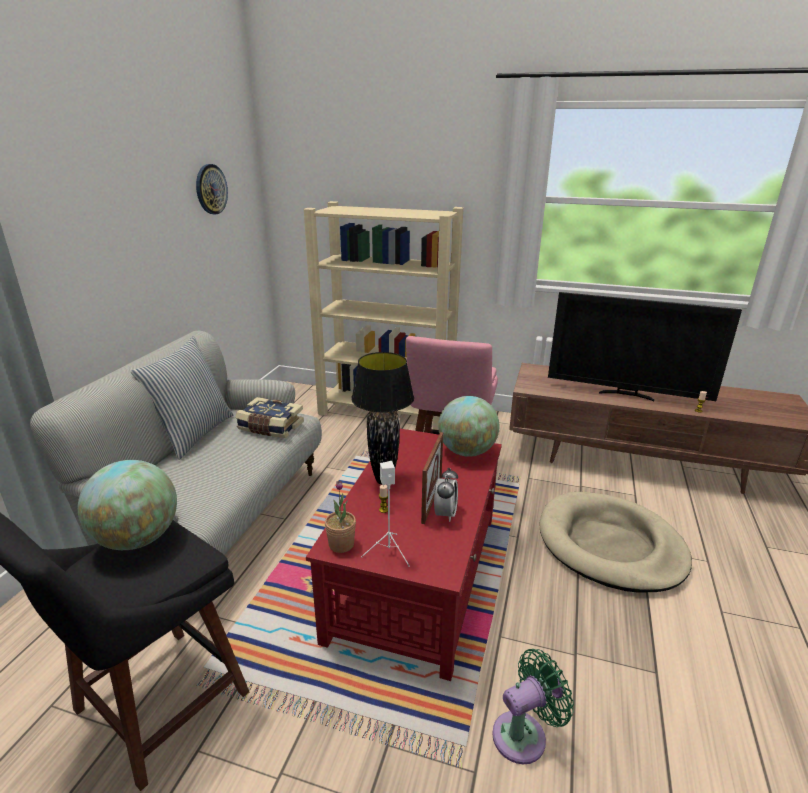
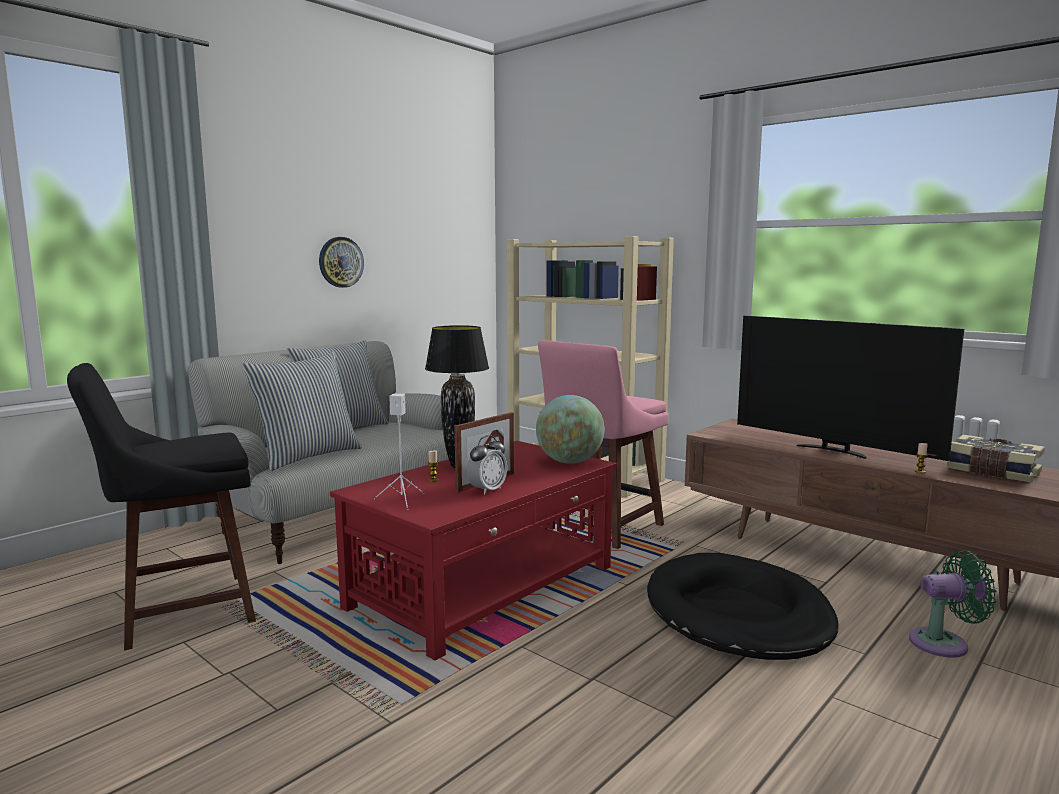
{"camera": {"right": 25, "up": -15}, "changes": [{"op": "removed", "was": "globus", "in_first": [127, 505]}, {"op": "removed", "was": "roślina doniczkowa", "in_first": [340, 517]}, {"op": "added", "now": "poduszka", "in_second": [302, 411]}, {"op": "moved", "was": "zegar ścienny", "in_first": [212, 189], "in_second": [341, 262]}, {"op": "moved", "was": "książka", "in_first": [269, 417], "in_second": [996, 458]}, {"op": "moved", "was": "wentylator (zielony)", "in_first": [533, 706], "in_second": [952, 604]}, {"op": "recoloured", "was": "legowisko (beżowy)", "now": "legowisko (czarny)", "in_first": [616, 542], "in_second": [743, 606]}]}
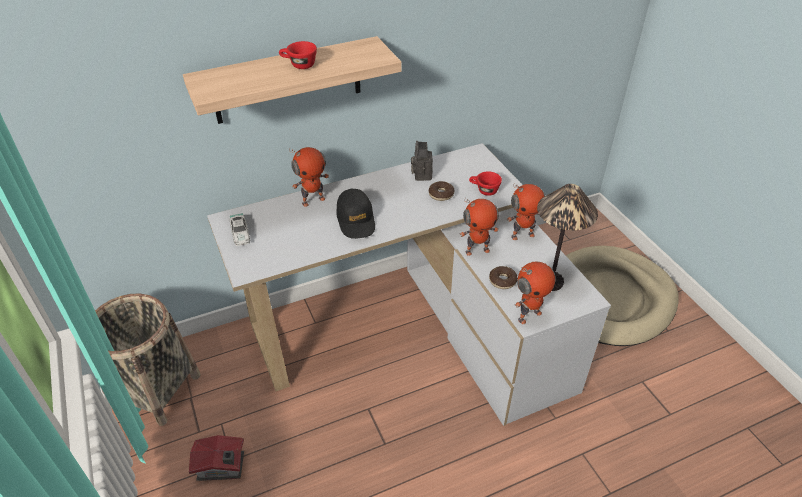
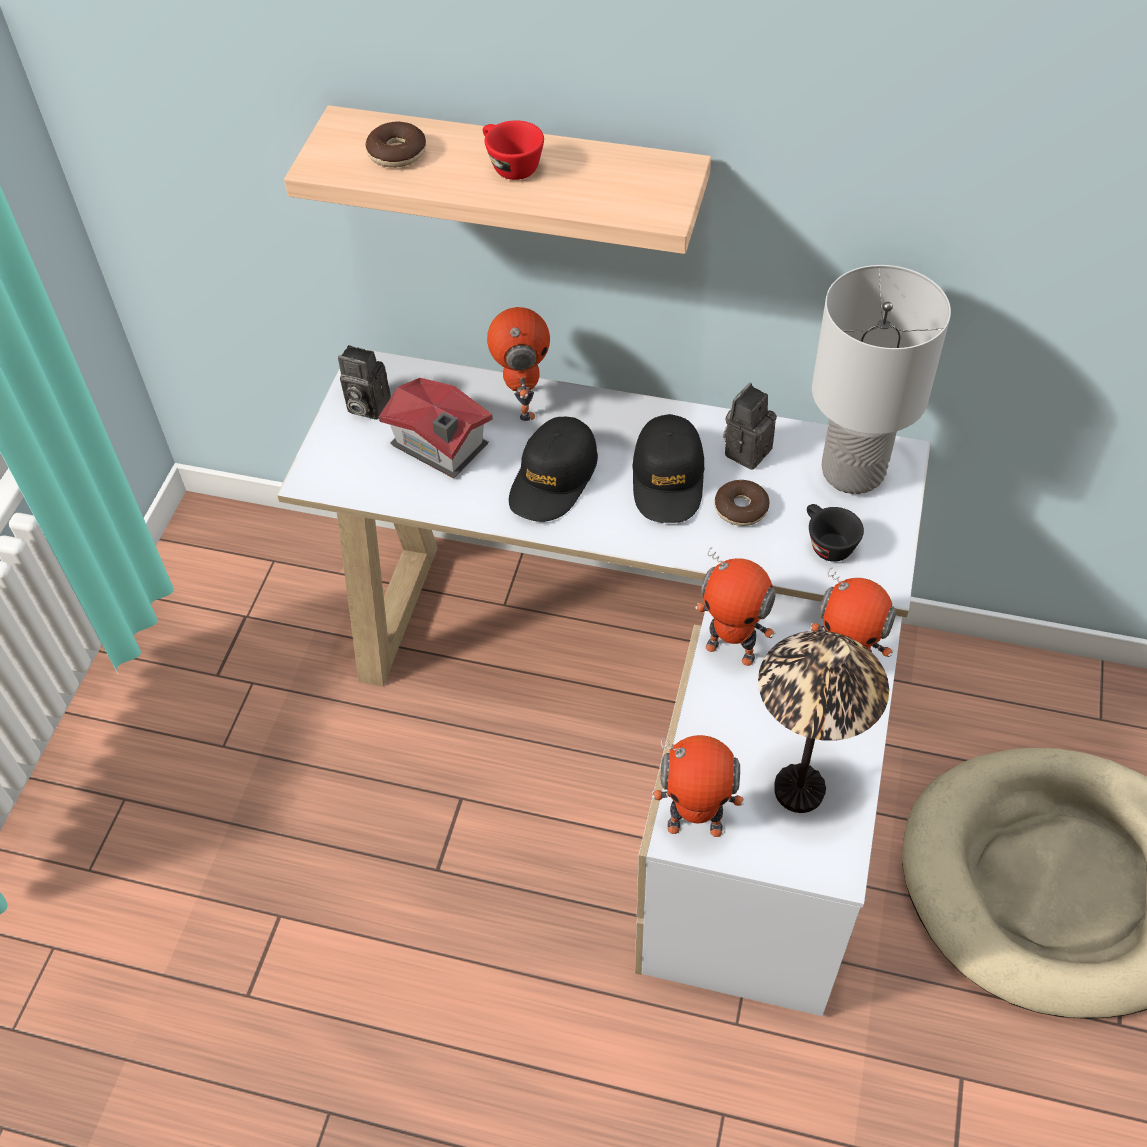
{"camera": {"right": 40, "up": 10}, "changes": [{"op": "removed", "was": "koszyk", "in_first": [148, 360]}, {"op": "added", "now": "czapka z daszkiem (czarny)", "in_second": [668, 468]}, {"op": "added", "now": "lampa stołowa (szary)", "in_second": [881, 379]}, {"op": "moved", "was": "domek", "in_first": [216, 458], "in_second": [436, 428]}, {"op": "moved", "was": "donut", "in_first": [503, 277], "in_second": [395, 145]}, {"op": "replaced", "was": "samochodzik", "now": "aparat fotograficzny", "in_first": [240, 229], "in_second": [364, 382]}, {"op": "recoloured", "was": "filiżanka (czerwony)", "now": "filiżanka (czarny)", "in_first": [485, 183], "in_second": [835, 533]}, {"op": "turned", "was": "robot zabawkowy", "in_first": [309, 177], "in_second": [518, 364], "clockwise": -105}]}
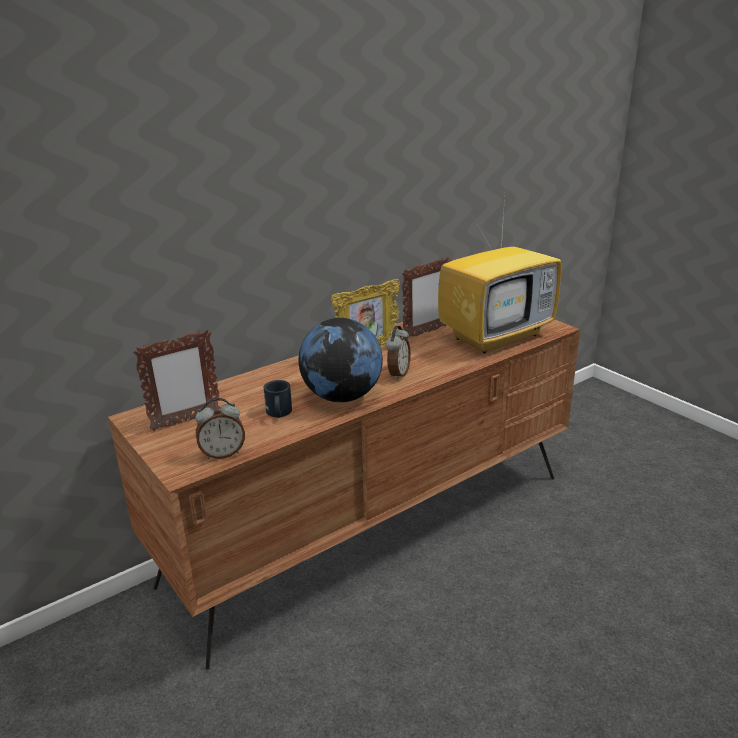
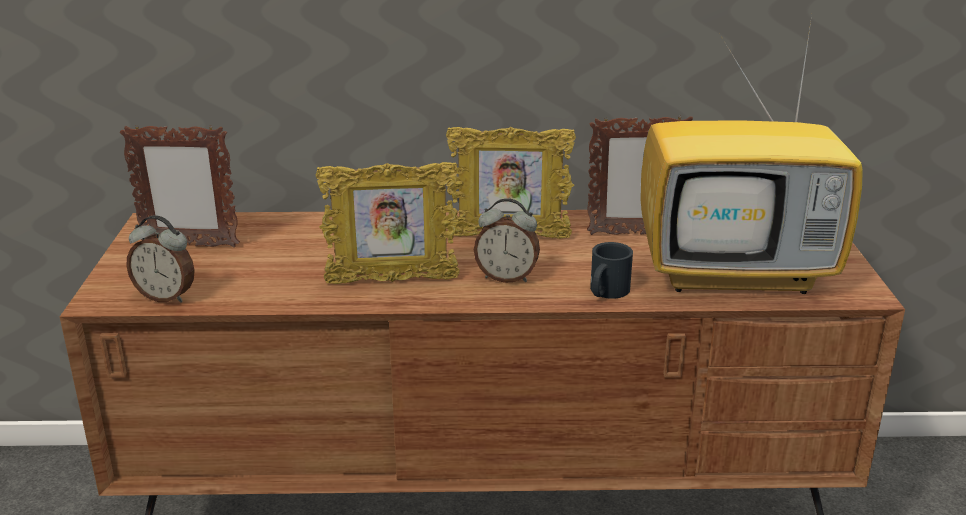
{"camera": {"right": 35, "up": 0}, "changes": [{"op": "moved", "was": "kubek (czarny)", "in_first": [278, 399], "in_second": [611, 270]}, {"op": "replaced", "was": "globus", "now": "ramka na zdjęcie", "in_first": [340, 360], "in_second": [388, 223]}, {"op": "turned", "was": "budzik", "in_first": [398, 353], "in_second": [507, 240], "clockwise": 45}]}
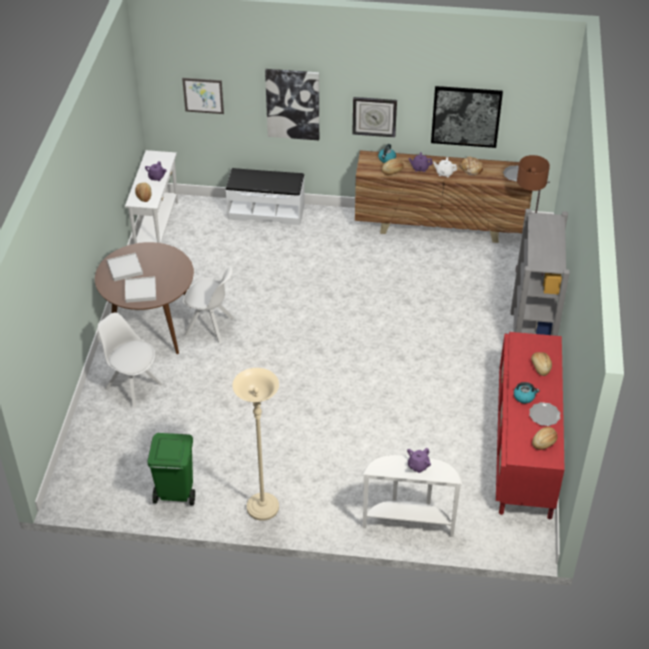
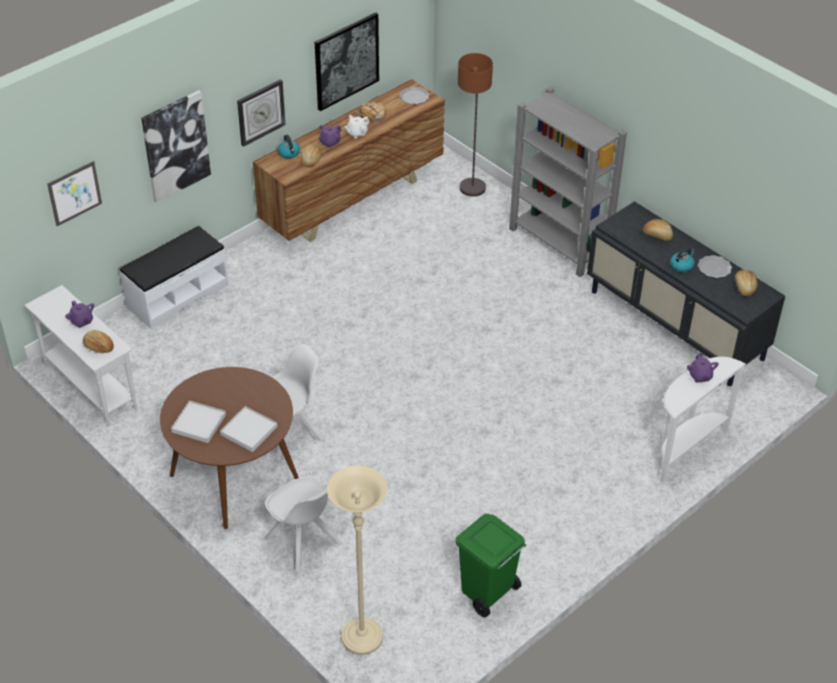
{"camera": {"right": -50, "up": 0}, "changes": [{"op": "moved", "was": "lampa stojąca (beżowy)", "in_first": [255, 444], "in_second": [357, 560]}, {"op": "recoloured", "was": "szafka (czerwony)", "now": "szafka (czarny)", "in_first": [530, 425], "in_second": [686, 293]}, {"op": "turned", "was": "krzesło (biały)", "in_first": [130, 360], "in_second": [303, 523], "clockwise": -120}]}
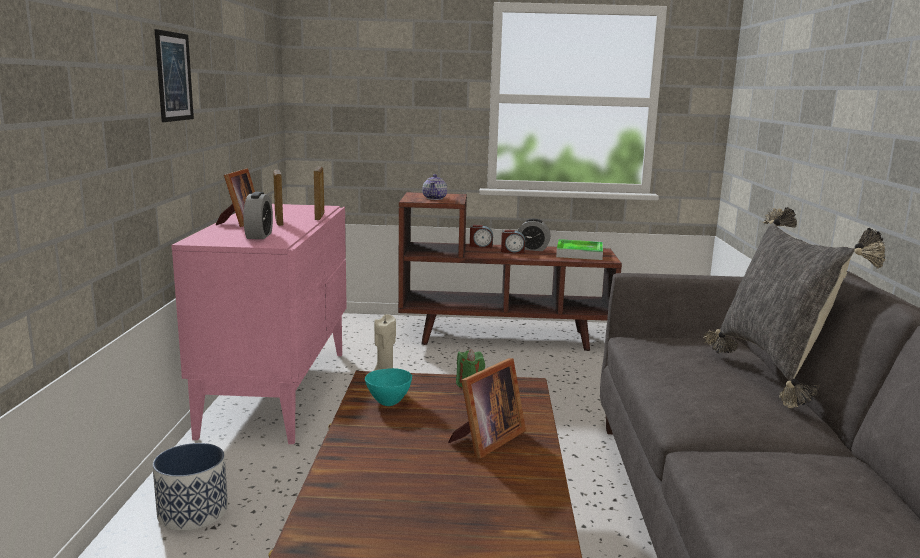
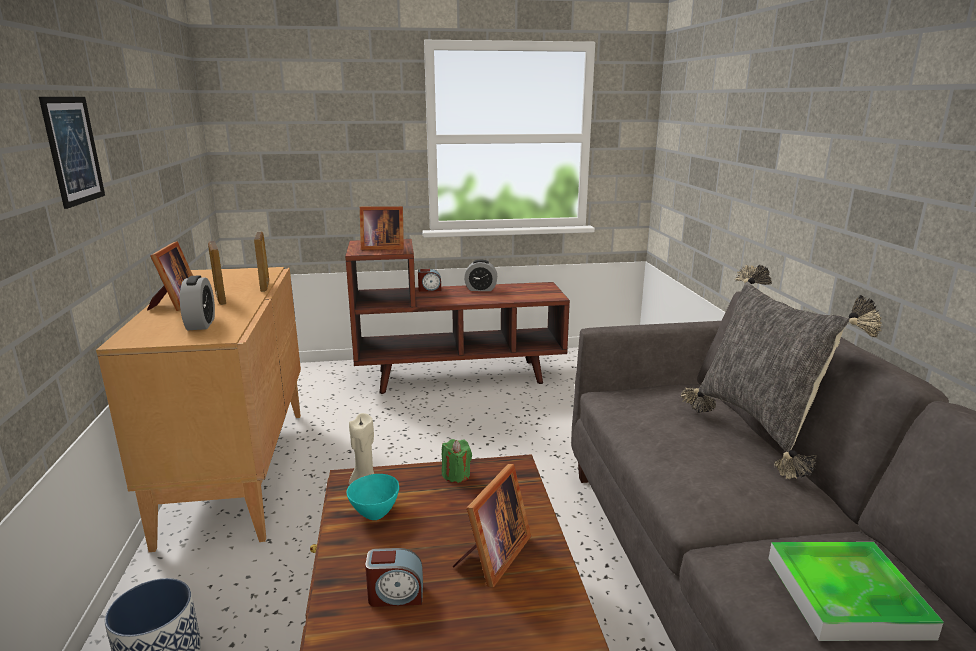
{"camera": {"right": -10, "up": 5}, "changes": [{"op": "moved", "was": "budzik", "in_first": [513, 242], "in_second": [394, 577]}, {"op": "moved", "was": "taca", "in_first": [579, 249], "in_second": [856, 591]}, {"op": "replaced", "was": "imbryk", "now": "ramka na zdjęcie", "in_first": [434, 187], "in_second": [382, 228]}, {"op": "recoloured", "was": "szafka (różowy)", "now": "szafka (brązowy)", "in_first": [259, 324], "in_second": [198, 409]}]}
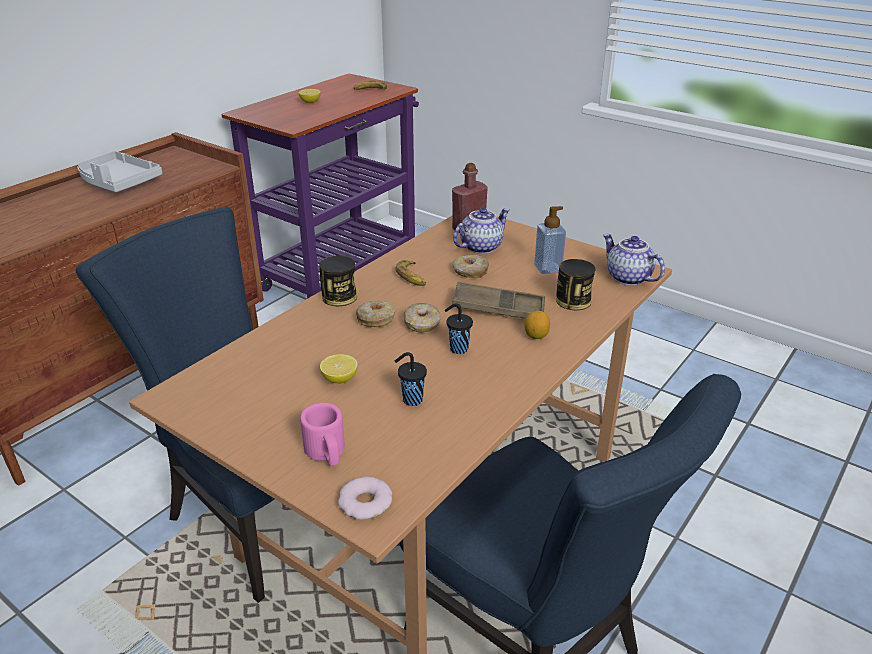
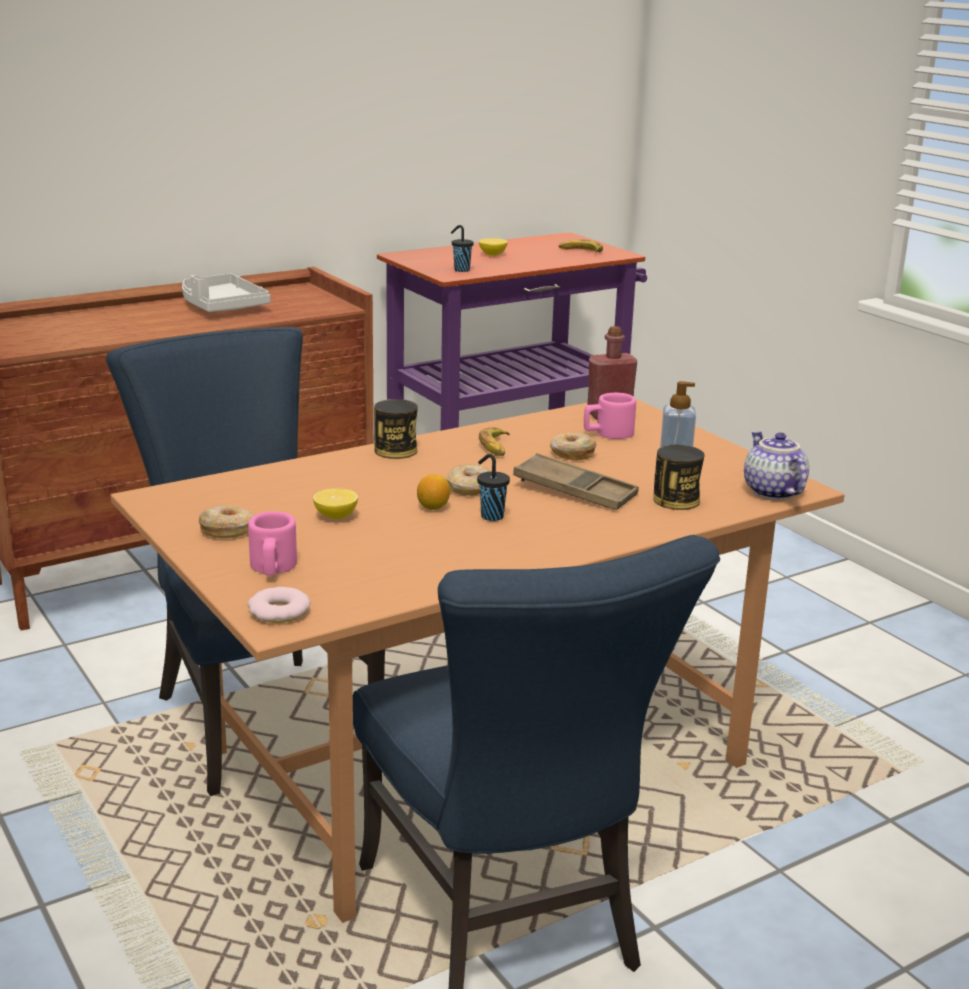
{"camera": {"right": 20, "up": -10}, "changes": [{"op": "moved", "was": "donut", "in_first": [375, 313], "in_second": [226, 522]}, {"op": "moved", "was": "filiżanka (czarny)", "in_first": [411, 379], "in_second": [462, 248]}, {"op": "moved", "was": "cytryna", "in_first": [537, 325], "in_second": [433, 492]}, {"op": "replaced", "was": "imbryk", "now": "kubek (różowy)", "in_first": [481, 231], "in_second": [610, 416]}]}
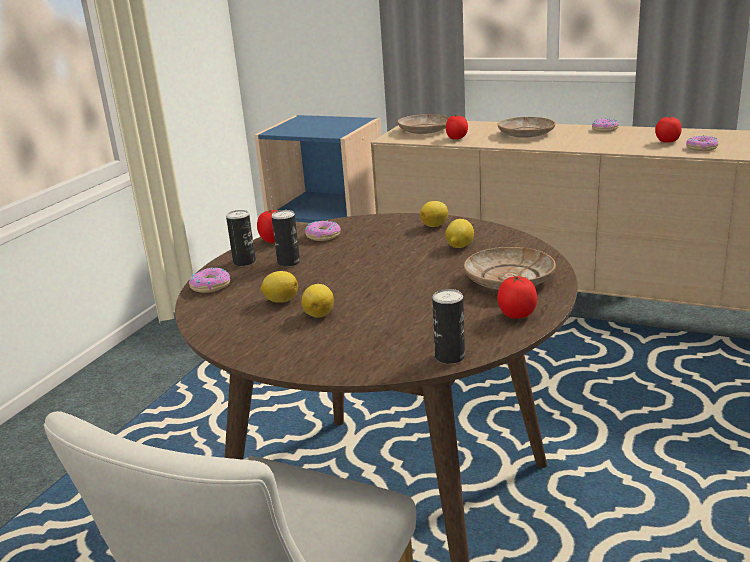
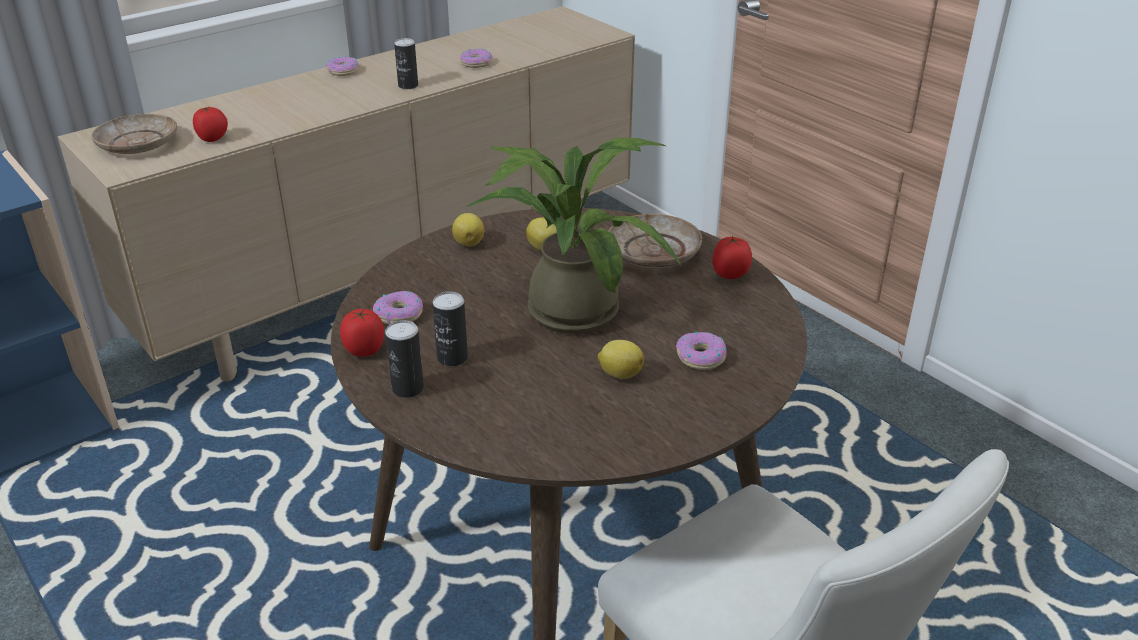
{"camera": {"right": -65, "up": 10}, "changes": [{"op": "removed", "was": "cytryna", "in_first": [279, 287]}, {"op": "removed", "was": "talerz (beżowy)", "in_first": [526, 127]}, {"op": "removed", "was": "pomidor", "in_first": [668, 129]}, {"op": "added", "now": "roślina doniczkowa", "in_second": [574, 236]}, {"op": "moved", "was": "donut", "in_first": [209, 280], "in_second": [701, 351]}, {"op": "moved", "was": "puszka", "in_first": [448, 326], "in_second": [406, 63]}]}
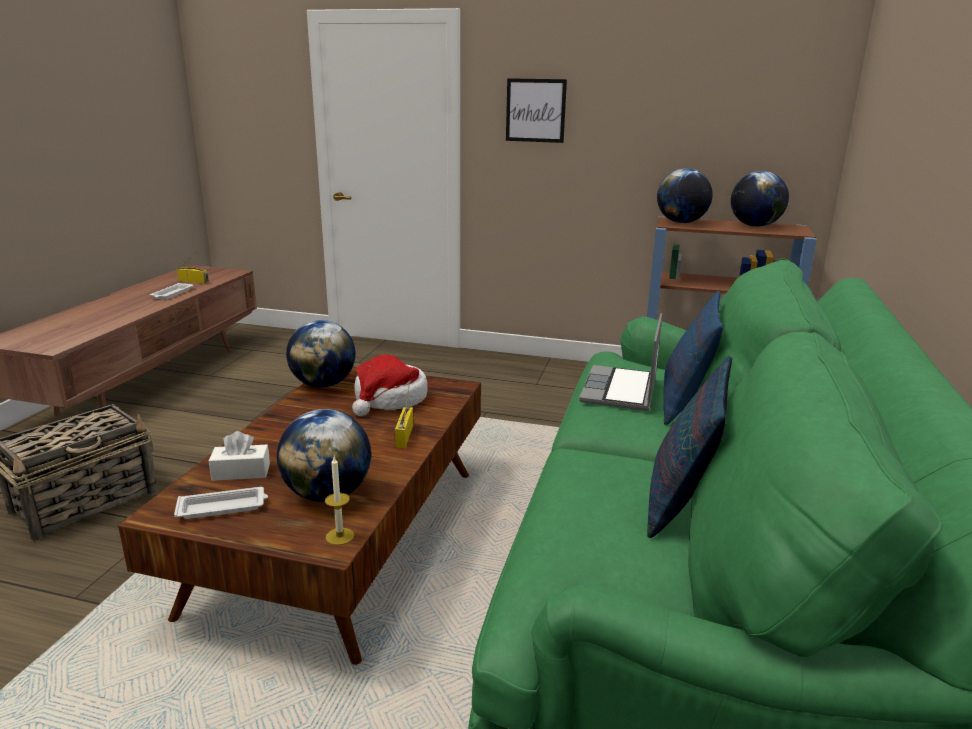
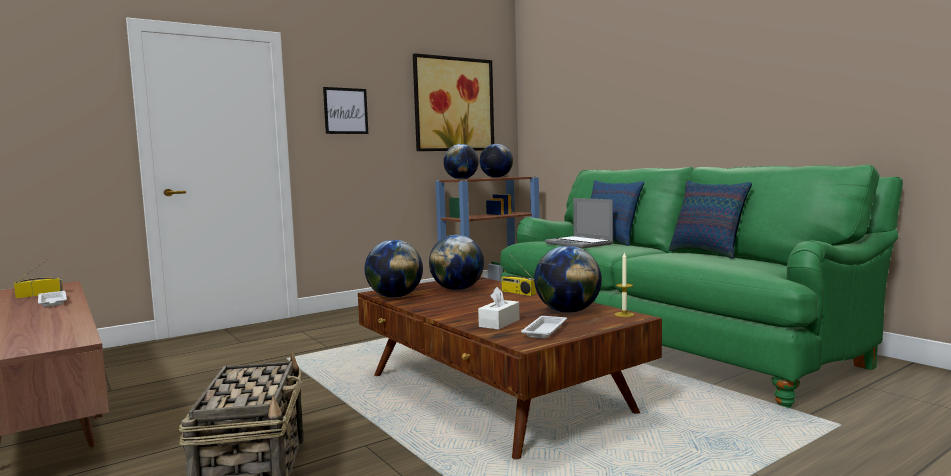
{"camera": {"right": -50, "up": -15}, "changes": [{"op": "added", "now": "obraz", "in_second": [453, 102]}, {"op": "replaced", "was": "kapelusz", "now": "globus", "in_first": [390, 385], "in_second": [456, 262]}]}
